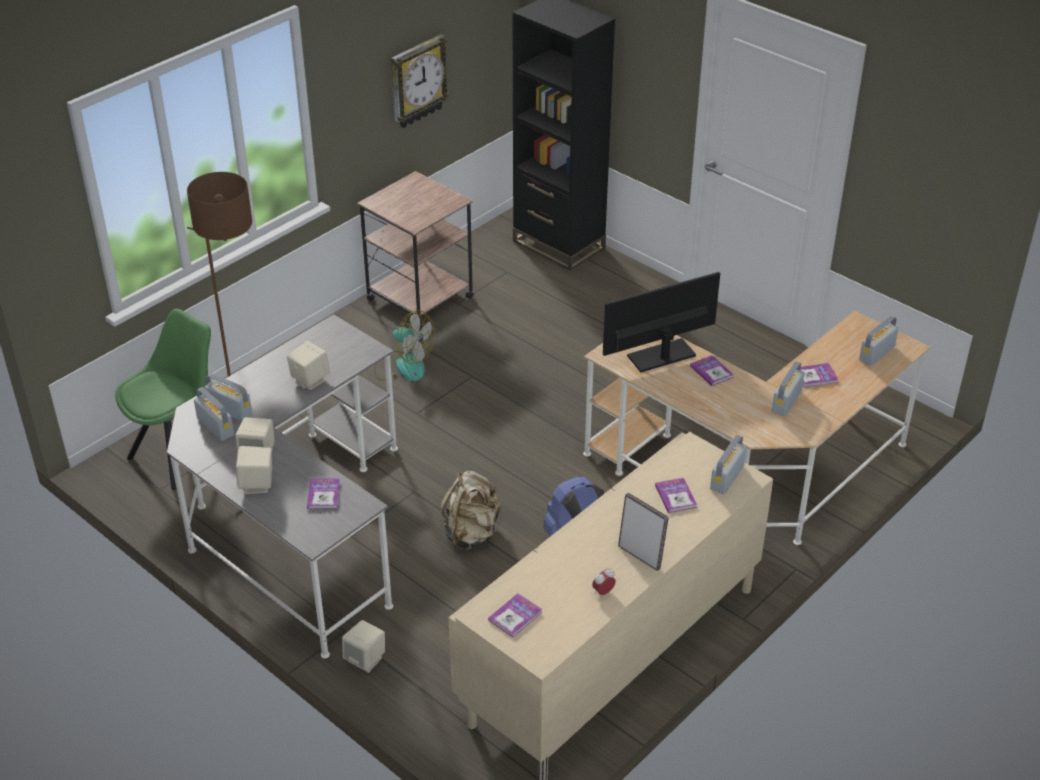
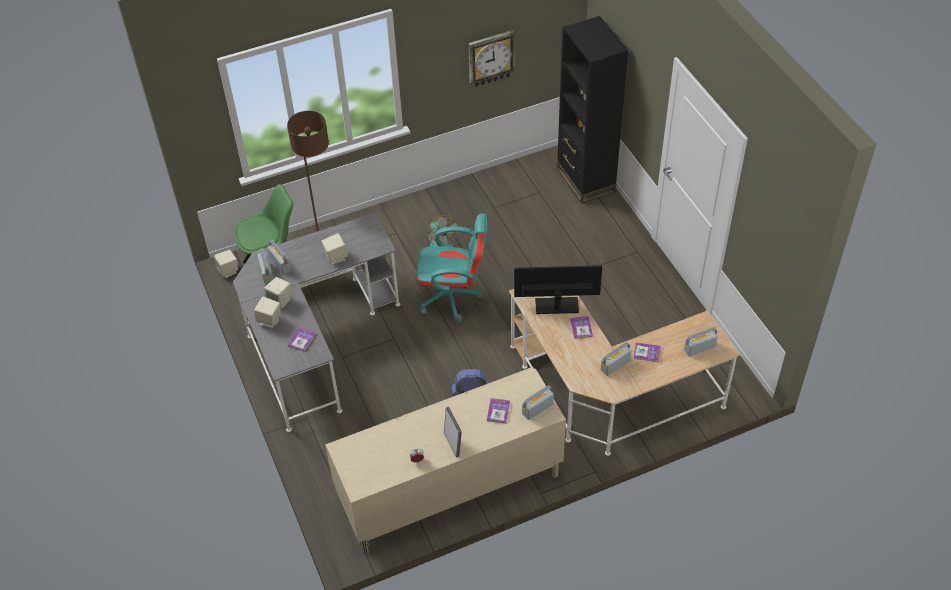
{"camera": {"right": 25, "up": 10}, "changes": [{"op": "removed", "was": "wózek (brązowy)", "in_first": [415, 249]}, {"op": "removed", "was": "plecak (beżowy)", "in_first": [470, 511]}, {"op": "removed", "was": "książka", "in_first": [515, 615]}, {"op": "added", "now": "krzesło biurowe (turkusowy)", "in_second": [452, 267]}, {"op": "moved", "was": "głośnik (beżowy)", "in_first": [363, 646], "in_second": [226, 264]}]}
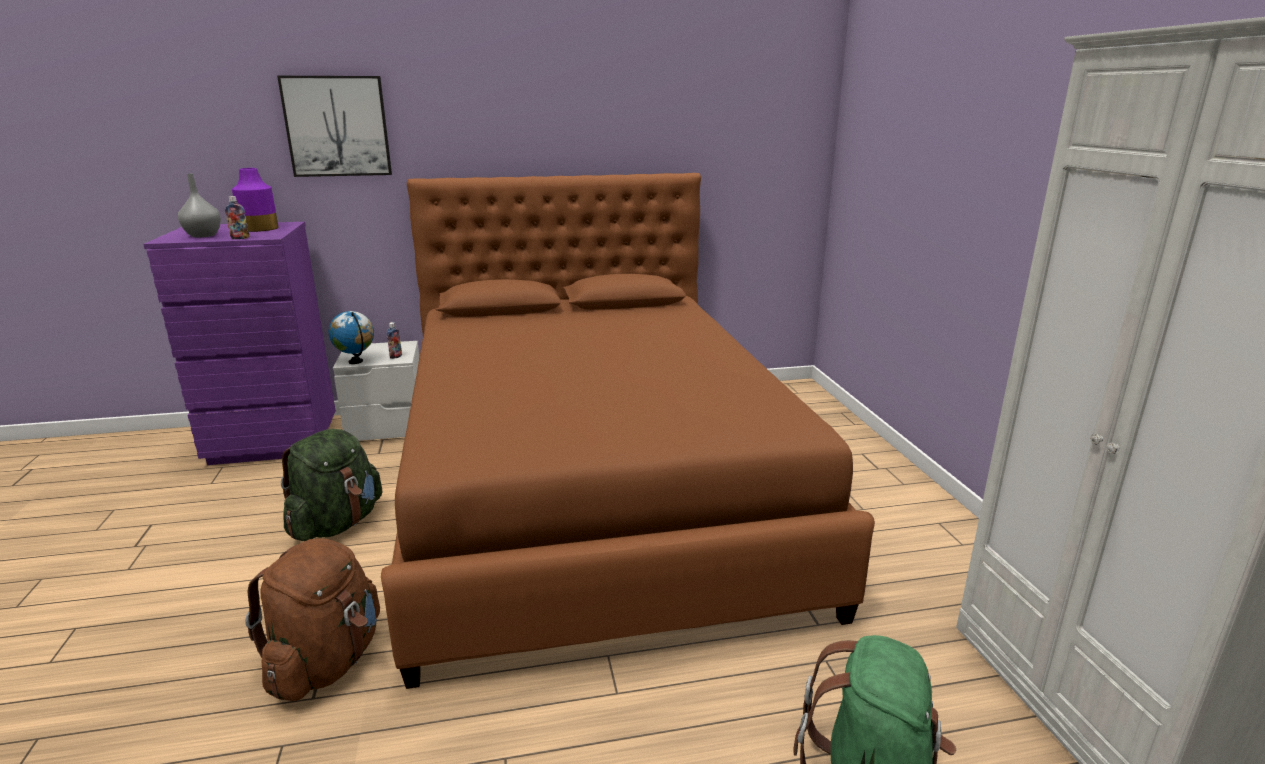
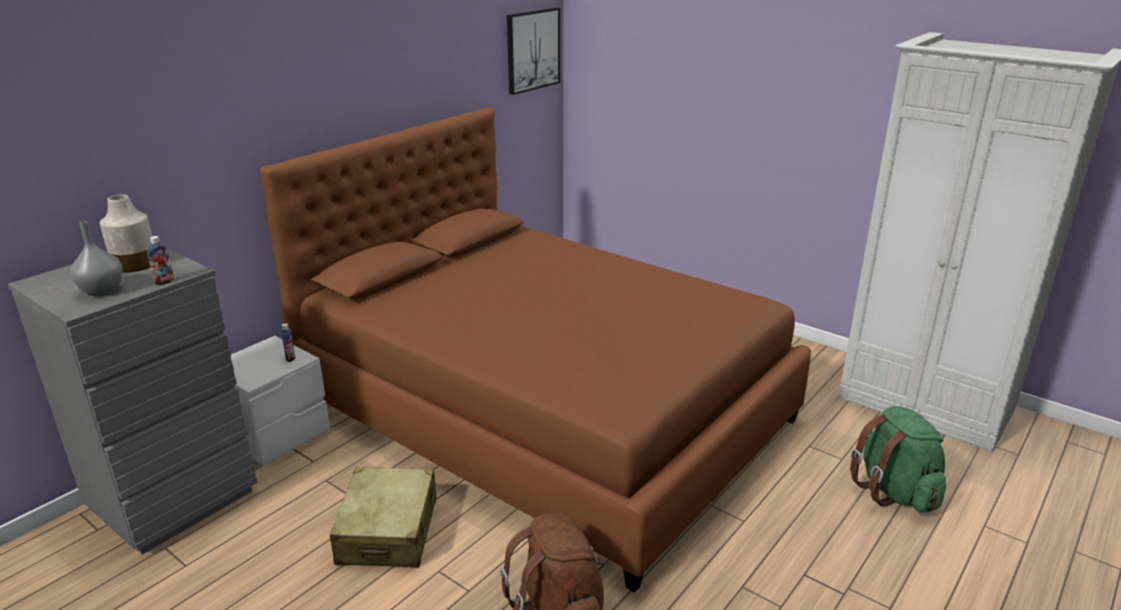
{"camera": {"right": -40, "up": 5}, "changes": [{"op": "removed", "was": "globus", "in_first": [351, 337]}, {"op": "moved", "was": "obraz", "in_first": [334, 126], "in_second": [533, 51]}, {"op": "replaced", "was": "plecak (zielony)", "now": "walizka (beżowy)", "in_first": [331, 485], "in_second": [383, 517]}, {"op": "recoloured", "was": "komoda (fioletowy)", "now": "komoda (szary)", "in_first": [239, 343], "in_second": [133, 401]}, {"op": "recoloured", "was": "wazon (fioletowy)", "now": "wazon (beżowy)", "in_first": [255, 200], "in_second": [126, 233]}]}
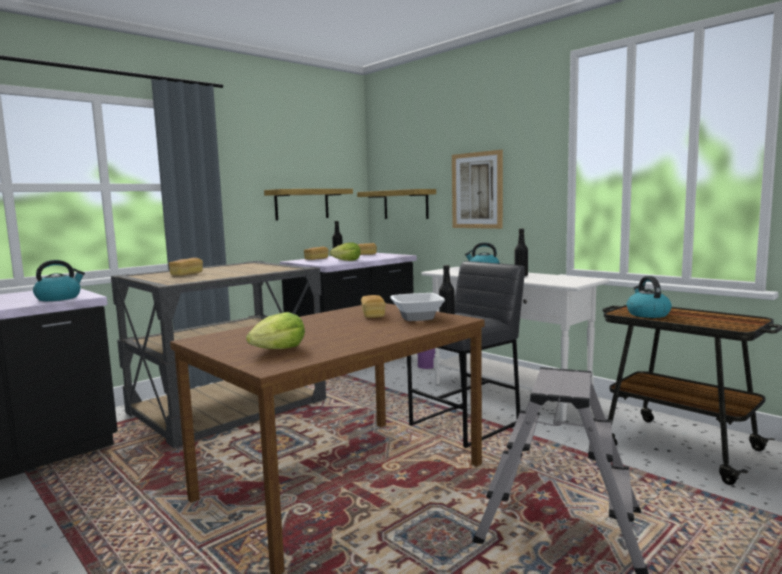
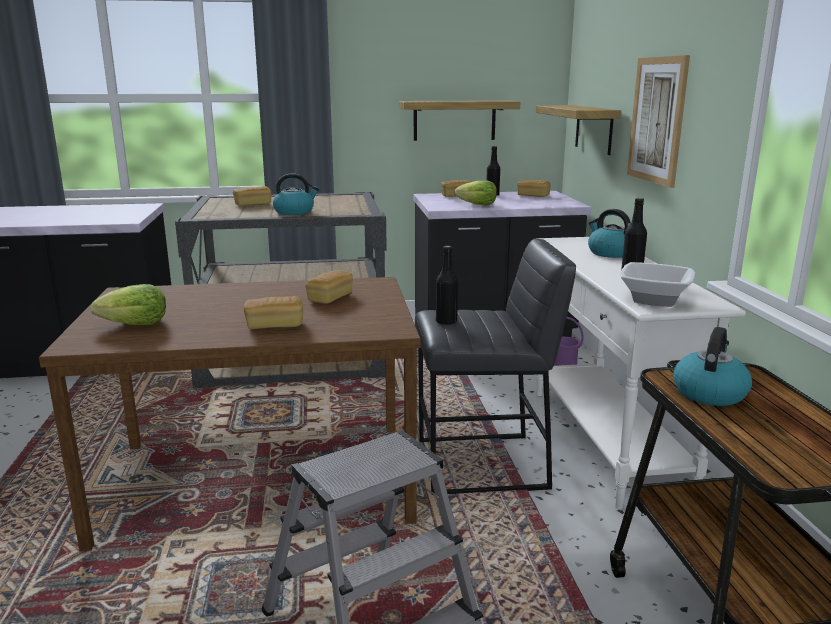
{"camera": {"right": 35, "up": 10}, "changes": [{"op": "added", "now": "chleb", "in_second": [273, 312]}, {"op": "moved", "was": "czajnik", "in_first": [59, 280], "in_second": [296, 194]}, {"op": "moved", "was": "miska", "in_first": [417, 307], "in_second": [657, 284]}]}
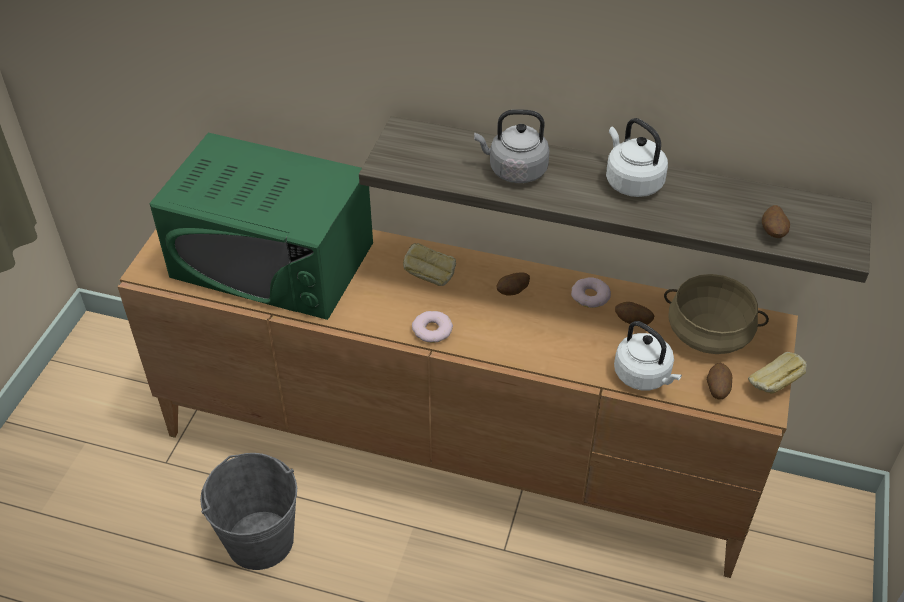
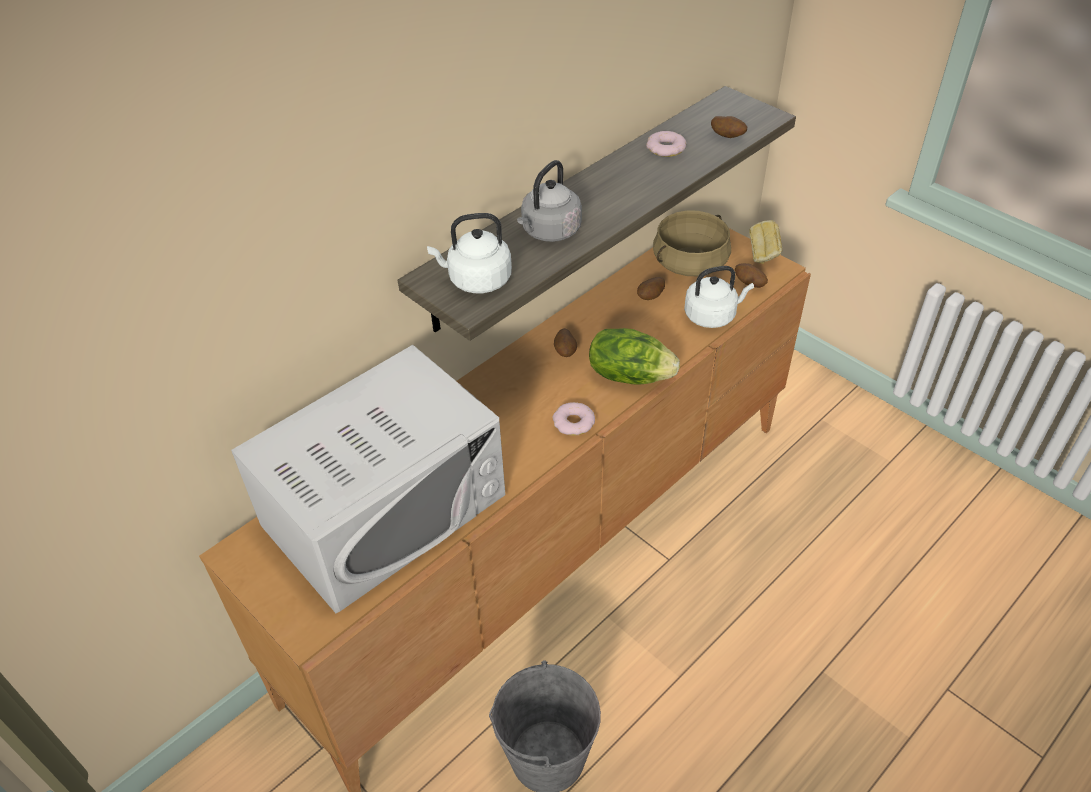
{"camera": {"right": -60, "up": 0}, "changes": [{"op": "removed", "was": "chleb", "in_first": [429, 264]}, {"op": "added", "now": "sałata", "in_second": [634, 356]}, {"op": "moved", "was": "donut", "in_first": [591, 292], "in_second": [666, 144]}, {"op": "moved", "was": "czajnik (biały)", "in_first": [637, 157], "in_second": [469, 253]}, {"op": "recoloured", "was": "mikrofalówka (zielony)", "now": "mikrofalówka (biały)", "in_first": [261, 226], "in_second": [368, 479]}]}
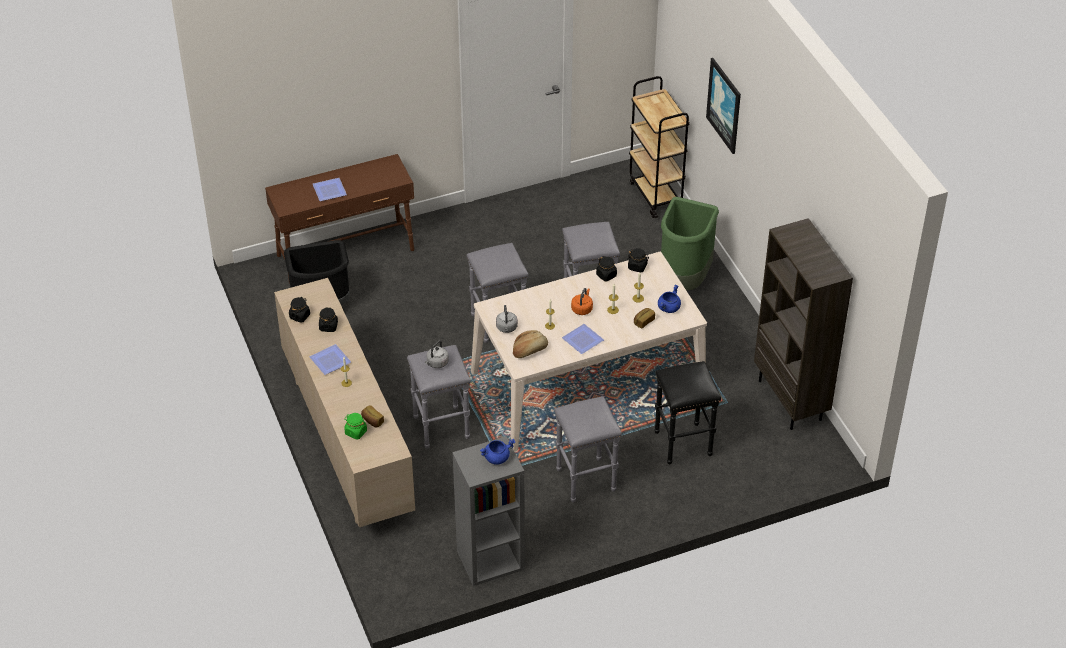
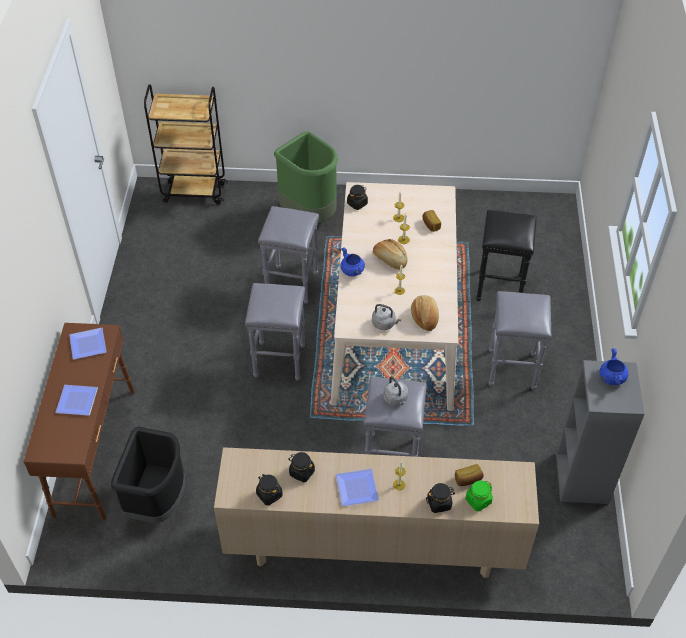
{"camera": {"right": -65, "up": 5}, "changes": [{"op": "removed", "was": "obraz", "in_first": [723, 106]}, {"op": "removed", "was": "regał (brązowy)", "in_first": [803, 324]}, {"op": "moved", "was": "talerz", "in_first": [583, 339], "in_second": [88, 344]}, {"op": "moved", "was": "słoik (czarny)", "in_first": [606, 268], "in_second": [440, 498]}, {"op": "moved", "was": "garnek (niebieski)", "in_first": [669, 298], "in_second": [352, 261]}, {"op": "replaced", "was": "czajnik (pomarańczowy)", "now": "chleb", "in_first": [582, 301], "in_second": [390, 254]}]}
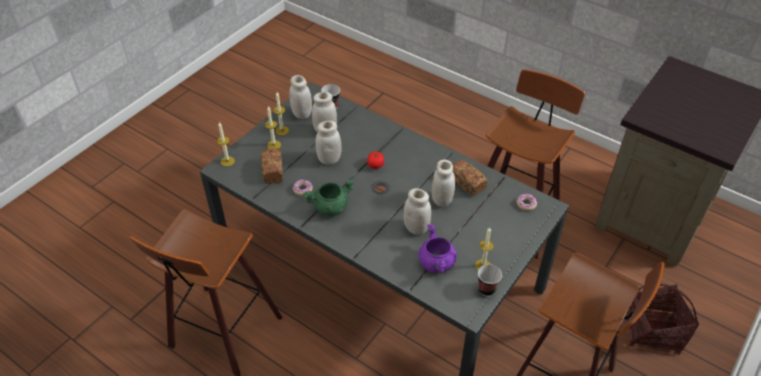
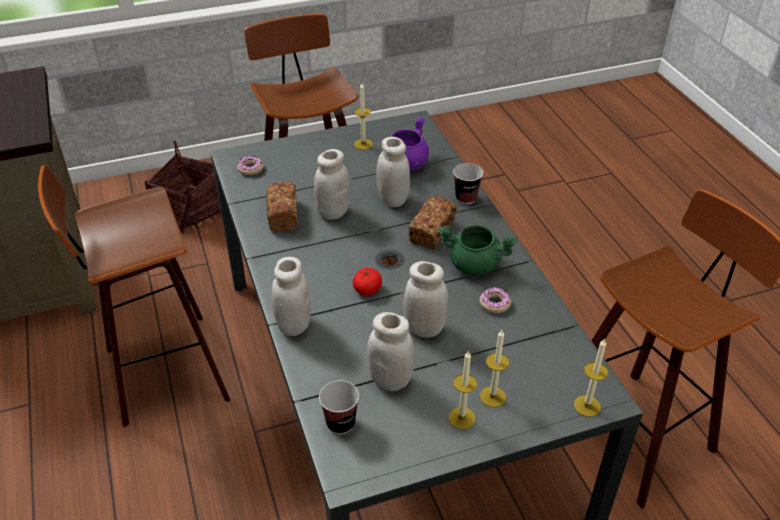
{"camera": {"right": -145, "up": -5}, "changes": [{"op": "moved", "was": "chleb", "in_first": [272, 166], "in_second": [433, 222]}, {"op": "moved", "was": "słoik (biały)", "in_first": [300, 97], "in_second": [291, 296]}, {"op": "moved", "was": "filiżanka", "in_first": [490, 280], "in_second": [468, 184]}]}
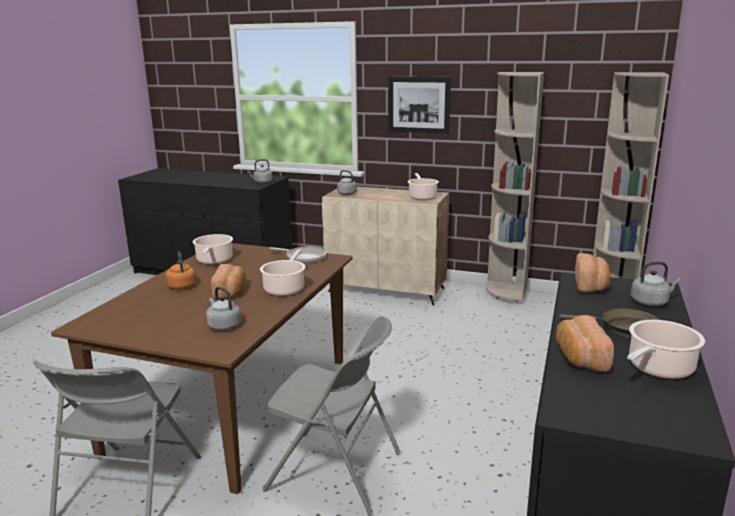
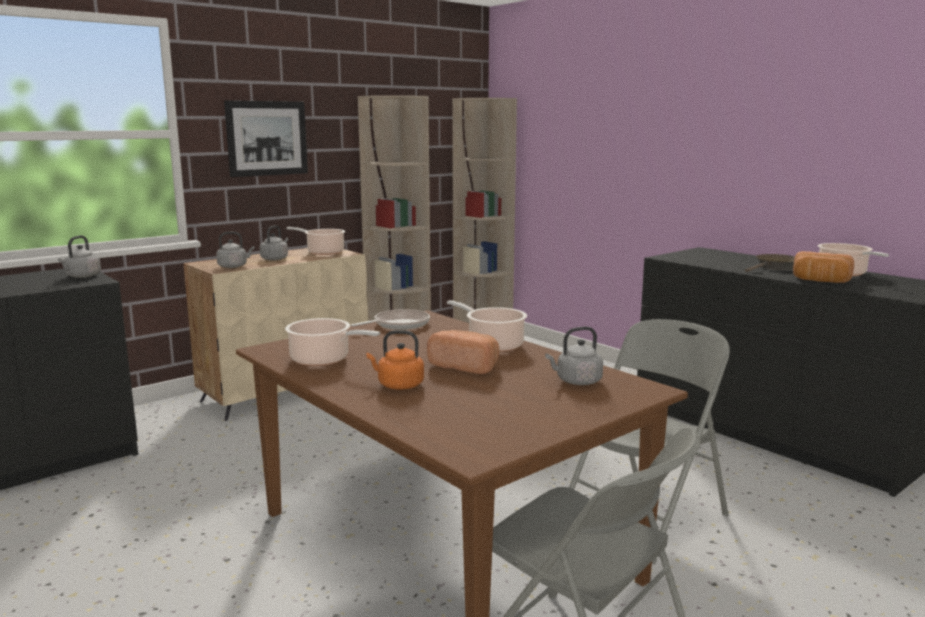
{"camera": {"right": -60, "up": -5}, "changes": [{"op": "removed", "was": "chleb", "in_first": [593, 273]}, {"op": "moved", "was": "czajnik (szary)", "in_first": [656, 284], "in_second": [274, 243]}]}
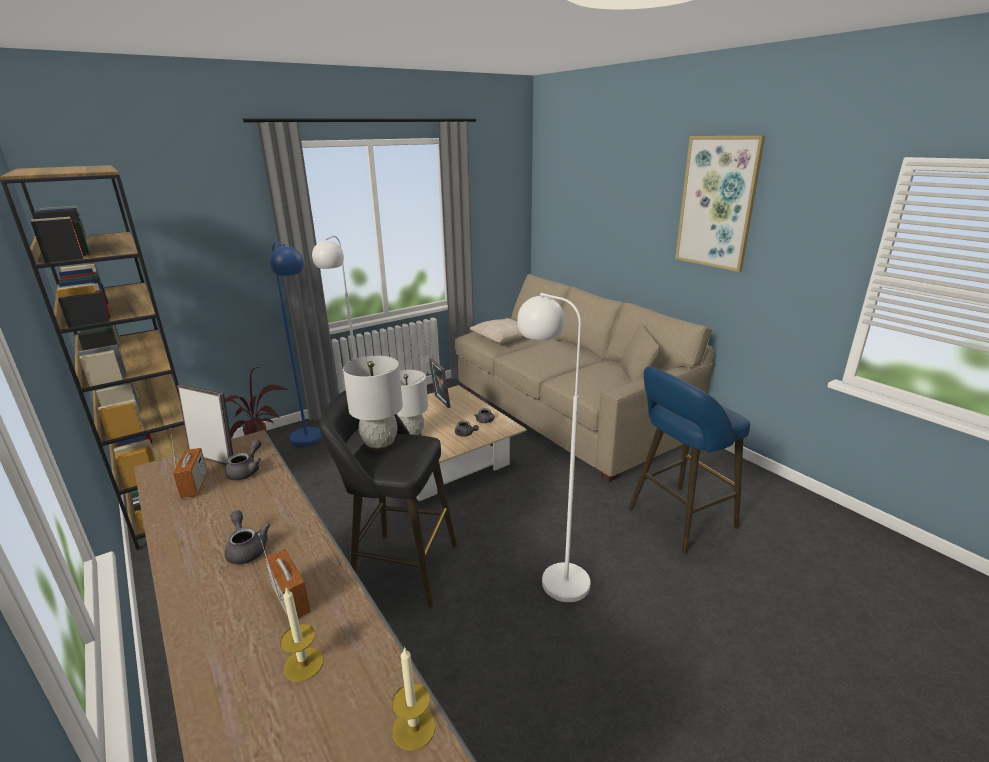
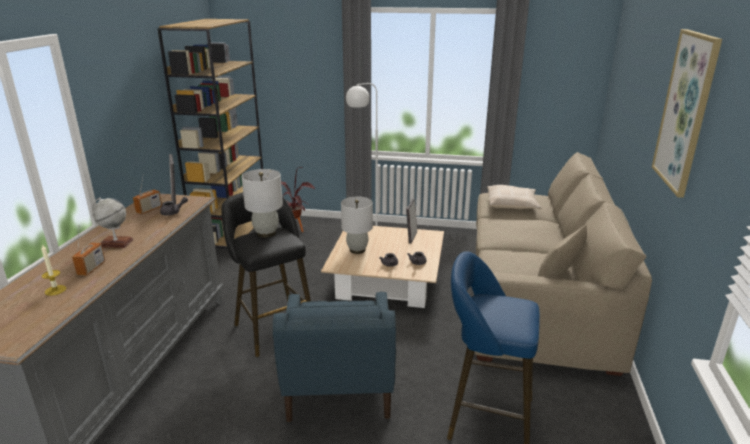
{"camera": {"right": 45, "up": 0}, "changes": [{"op": "removed", "was": "lampa stojąca (niebieski)", "in_first": [296, 344]}, {"op": "removed", "was": "świeca", "in_first": [414, 698]}, {"op": "replaced", "was": "imbryk (szary)", "now": "globus", "in_first": [247, 537], "in_second": [112, 223]}, {"op": "replaced", "was": "lampa stojąca (biały)", "now": "fotel (niebieski)", "in_first": [553, 448], "in_second": [334, 357]}]}
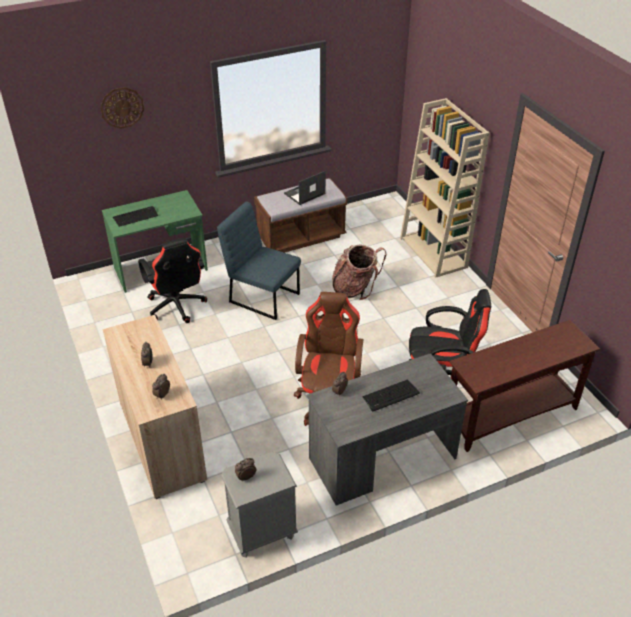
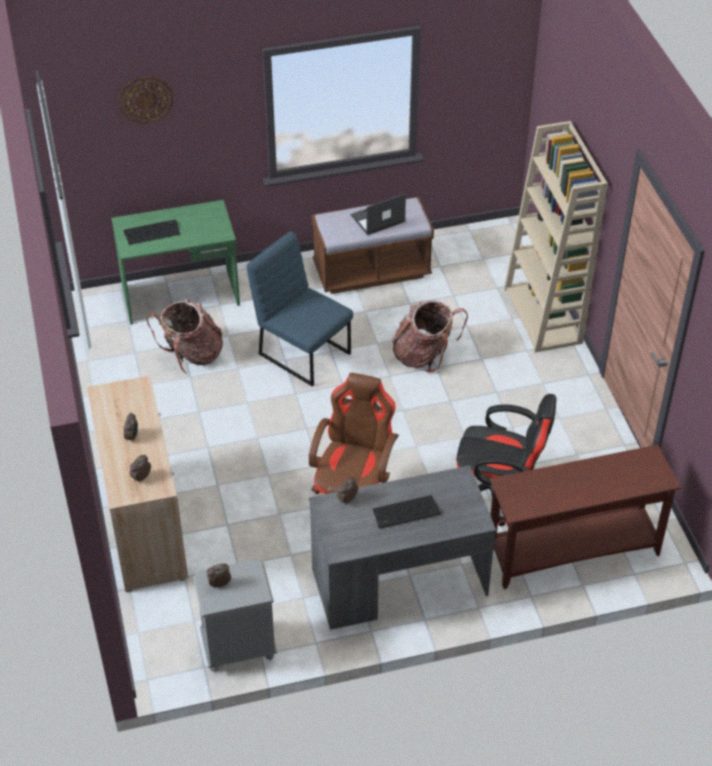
{"camera": {"right": 10, "up": 5}, "changes": [{"op": "replaced", "was": "krzesło biurowe (czarny)", "now": "plecak", "in_first": [172, 280], "in_second": [185, 336]}]}
